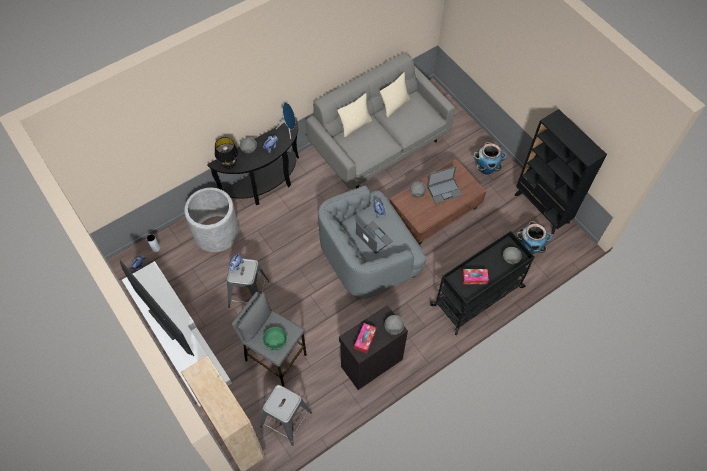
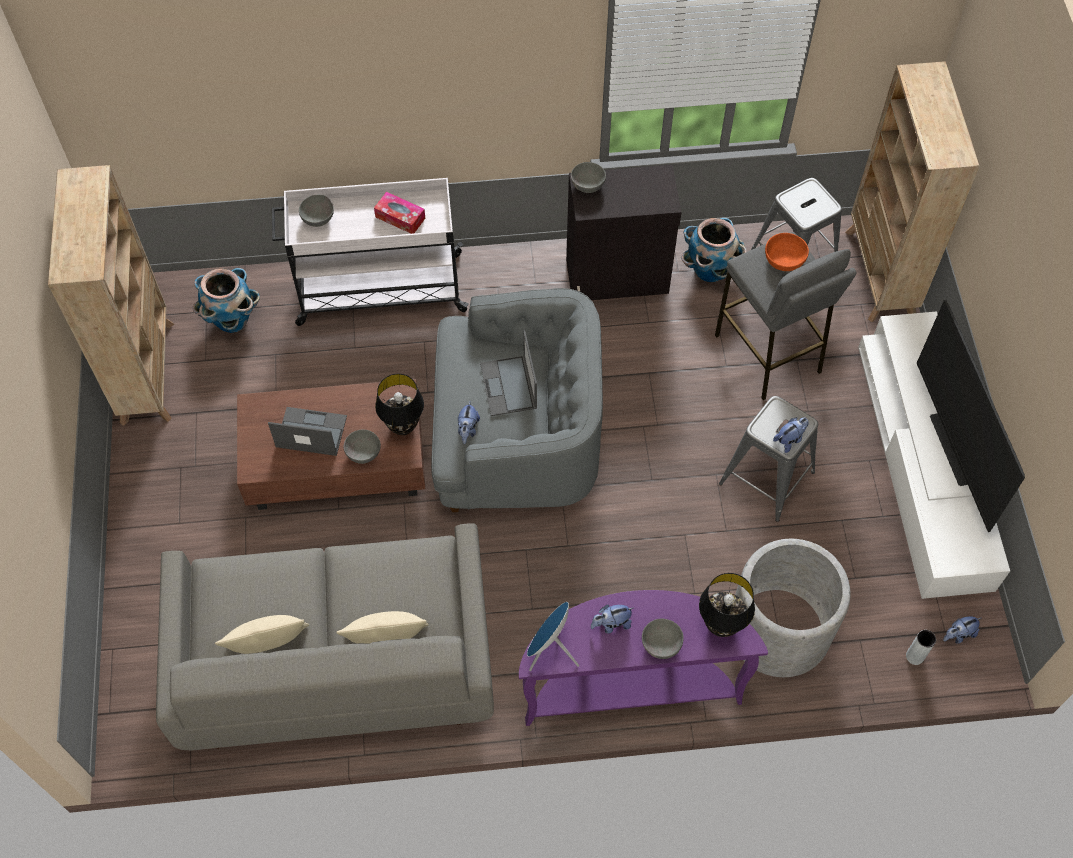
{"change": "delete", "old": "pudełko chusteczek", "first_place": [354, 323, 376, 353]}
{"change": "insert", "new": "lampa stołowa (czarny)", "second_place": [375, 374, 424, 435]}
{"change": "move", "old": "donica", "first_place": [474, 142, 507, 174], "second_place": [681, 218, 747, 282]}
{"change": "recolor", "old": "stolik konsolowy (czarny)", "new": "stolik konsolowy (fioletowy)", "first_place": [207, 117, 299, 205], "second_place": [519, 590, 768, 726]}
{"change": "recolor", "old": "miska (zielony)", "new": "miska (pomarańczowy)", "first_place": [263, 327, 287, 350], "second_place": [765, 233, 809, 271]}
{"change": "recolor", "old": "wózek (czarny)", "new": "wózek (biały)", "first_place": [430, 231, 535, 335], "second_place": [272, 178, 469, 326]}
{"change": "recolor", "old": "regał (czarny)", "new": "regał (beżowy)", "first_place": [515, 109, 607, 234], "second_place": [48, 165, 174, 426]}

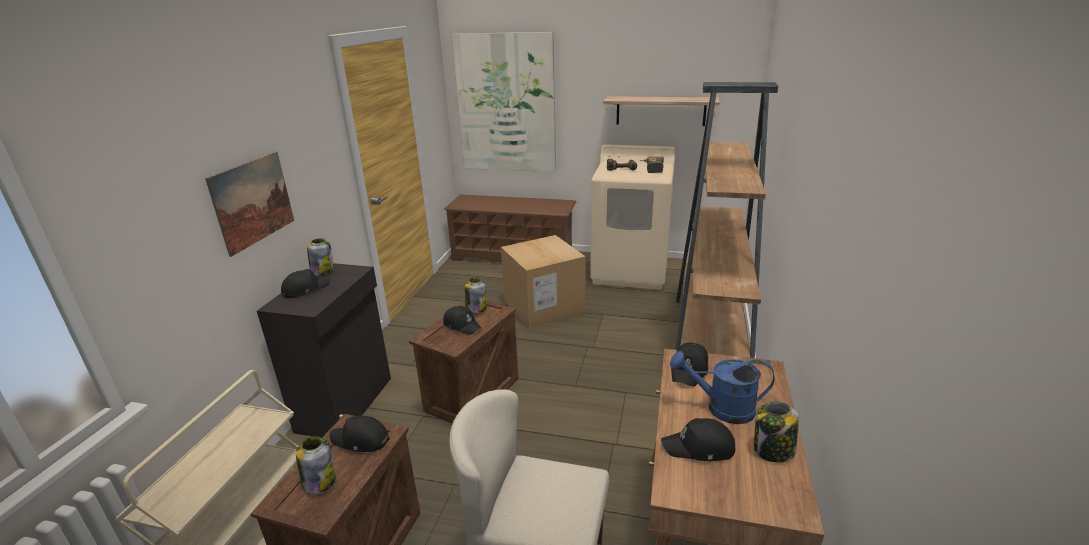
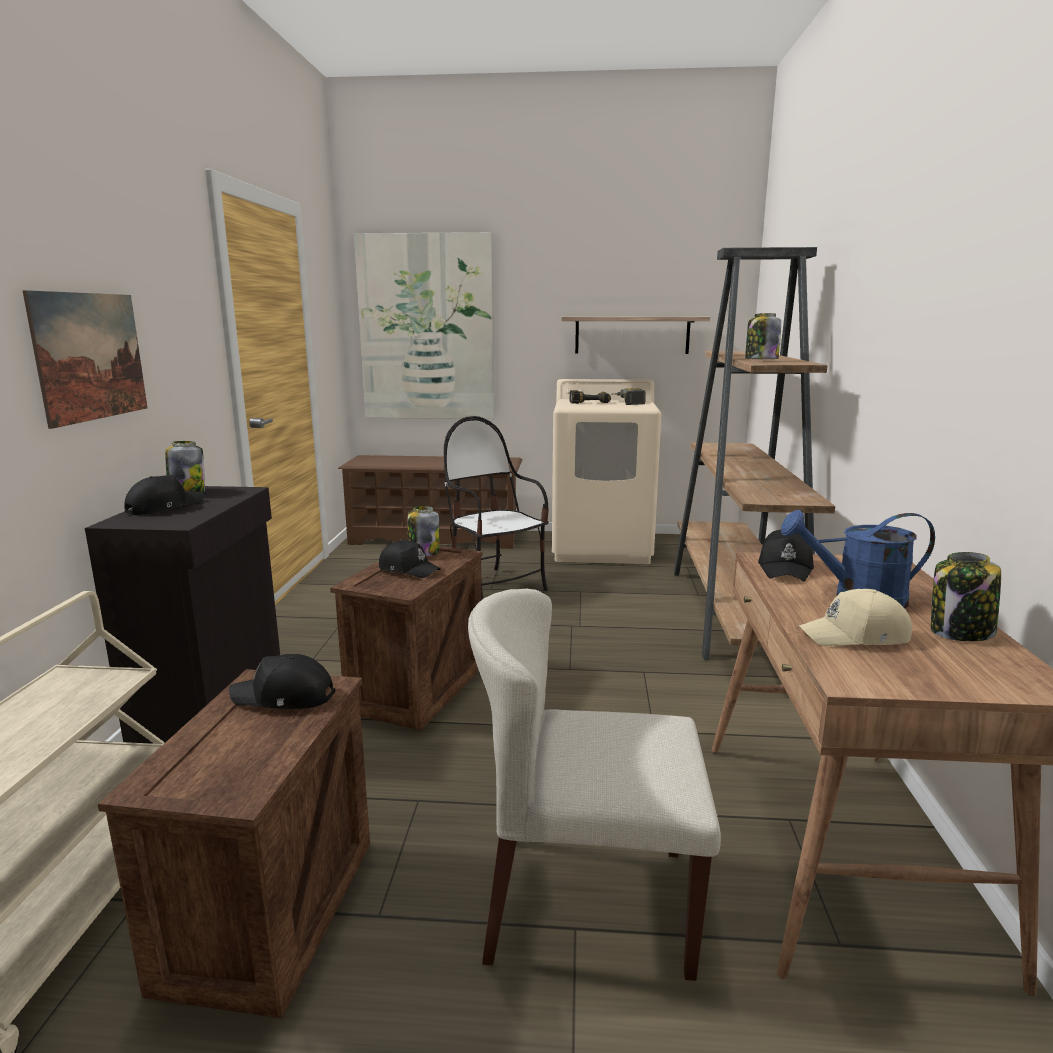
{"change": "move", "old": "słoik", "first_place": [296, 436, 336, 494], "second_place": [745, 313, 781, 359]}
{"change": "replace", "old": "karton", "new": "krzesło", "first_place": [501, 235, 585, 328], "second_place": [444, 416, 549, 599]}
{"change": "recolor", "old": "czapka z daszkiem (czarny)", "new": "czapka z daszkiem (beżowy)", "first_place": [661, 418, 735, 461], "second_place": [798, 589, 912, 646]}

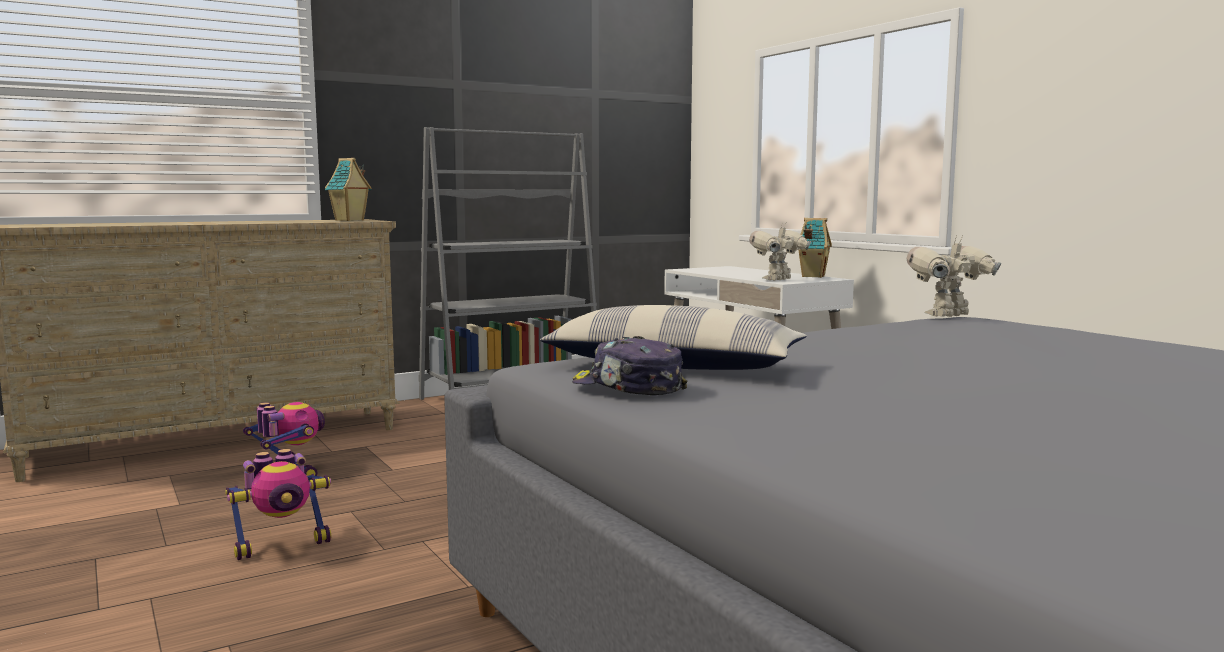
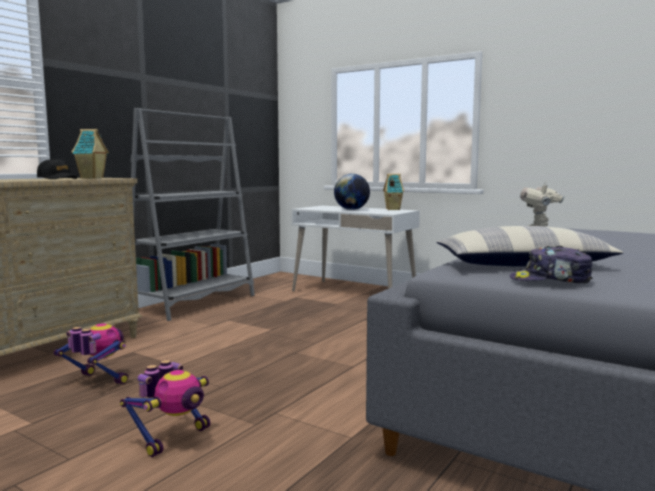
{"change": "delete", "old": "robot zabawkowy", "first_place": [749, 222, 811, 280]}
{"change": "insert", "new": "czapka z daszkiem (czarny)", "second_place": [37, 158, 77, 179]}
{"change": "insert", "new": "globus", "second_place": [334, 174, 370, 210]}

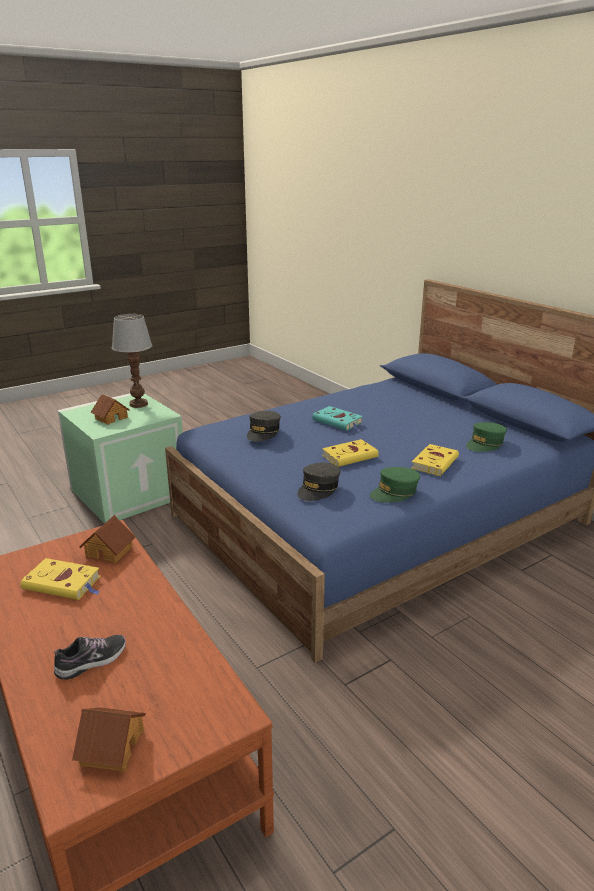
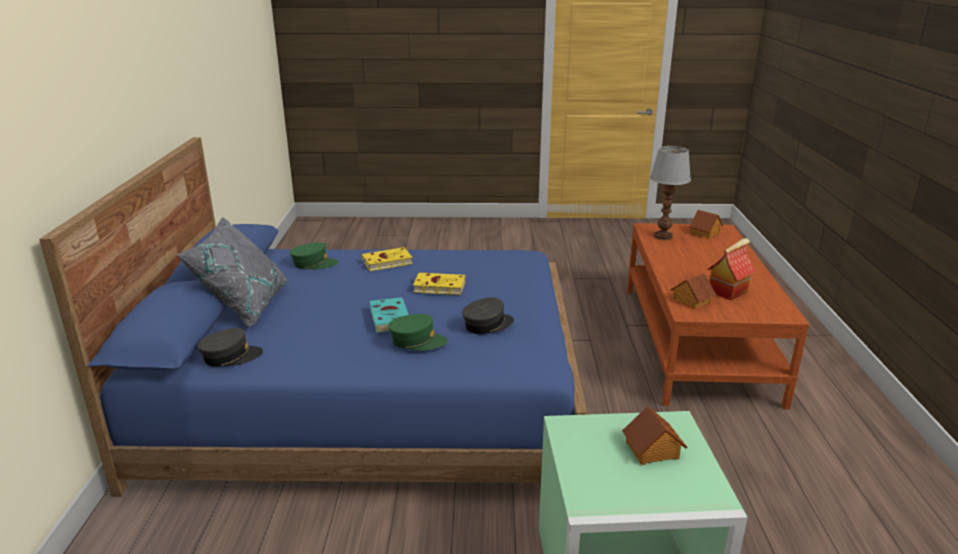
{"change": "delete", "old": "but", "first_place": [54, 635, 126, 680]}
{"change": "insert", "new": "poduszka (szary)", "second_place": [176, 217, 287, 328]}
{"change": "move", "old": "lampa stołowa", "first_place": [112, 314, 153, 408], "second_place": [650, 146, 691, 240]}
{"change": "move", "old": "czapka z daszkiem (szary)", "first_place": [297, 463, 341, 501], "second_place": [197, 328, 263, 367]}
{"change": "move", "old": "czapka z daszkiem (zielony)", "first_place": [370, 467, 420, 502], "second_place": [388, 314, 448, 351]}
{"change": "replace", "old": "książka (żółty)", "new": "domek", "first_place": [21, 558, 101, 600], "second_place": [707, 238, 756, 300]}

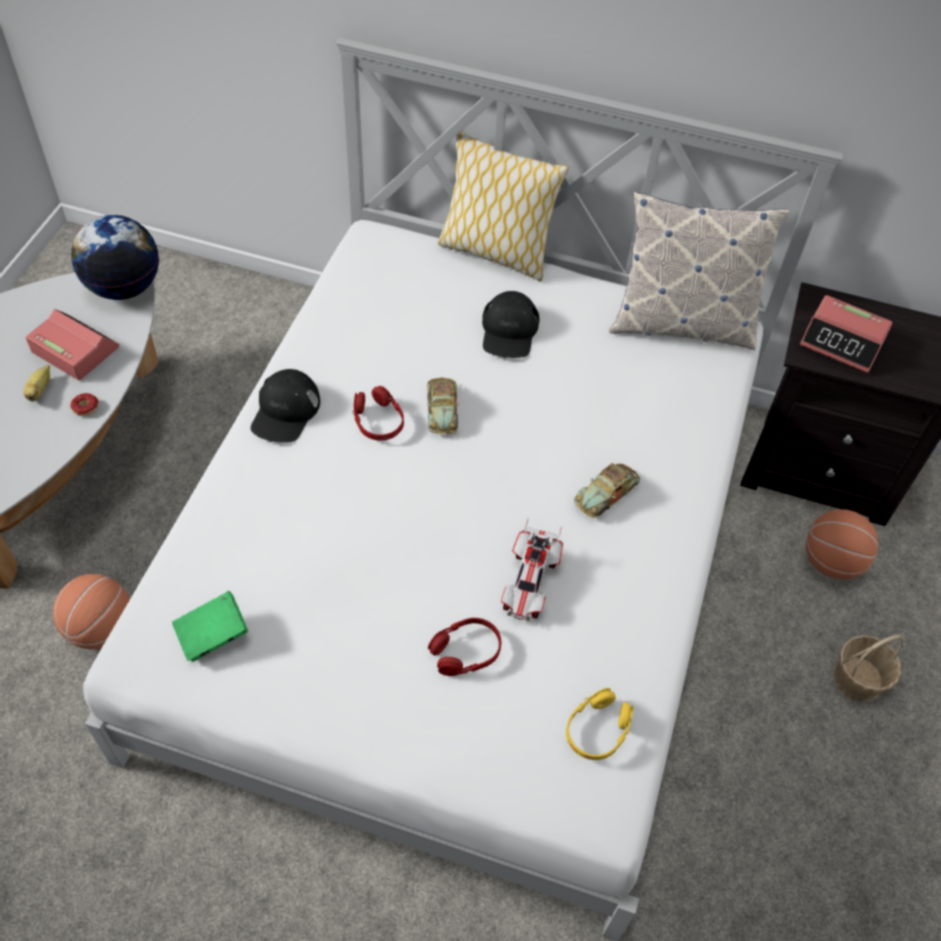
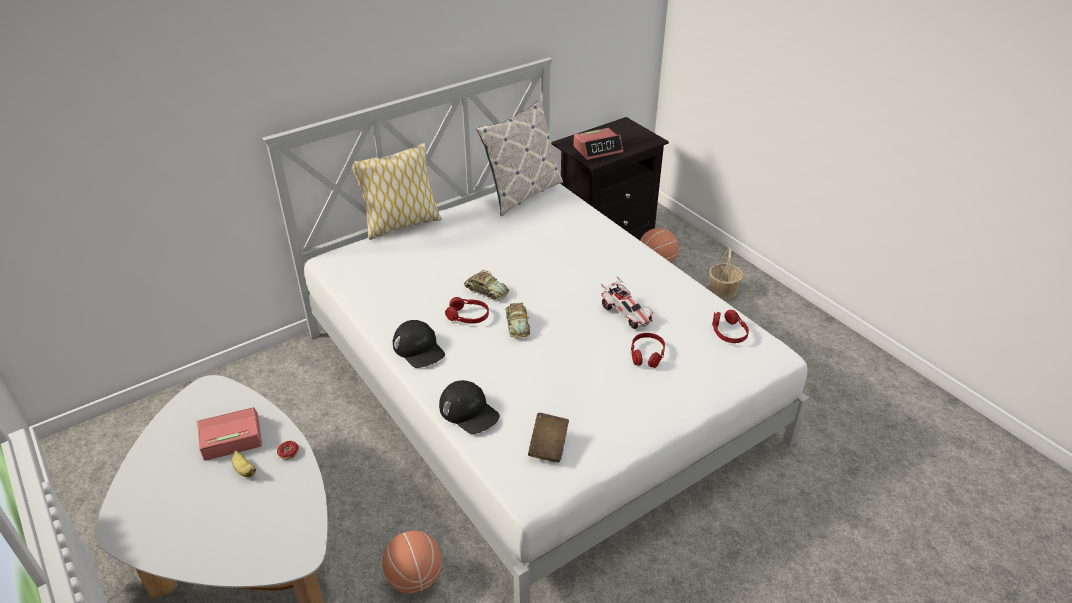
{"change": "delete", "old": "globus", "first_place": [71, 215, 159, 300]}
{"change": "move", "old": "czapka z daszkiem (czarny)", "first_place": [482, 291, 540, 358], "second_place": [439, 380, 500, 434]}
{"change": "move", "old": "samochodzik", "first_place": [574, 463, 640, 518], "second_place": [506, 303, 530, 337]}
{"change": "recolor", "old": "książka (zielony)", "new": "książka (brązowy)", "first_place": [172, 591, 248, 662], "second_place": [528, 413, 569, 463]}
{"change": "recolor", "old": "słuchawki (żółty)", "new": "słuchawki (czerwony)", "first_place": [566, 688, 634, 760], "second_place": [712, 310, 749, 343]}

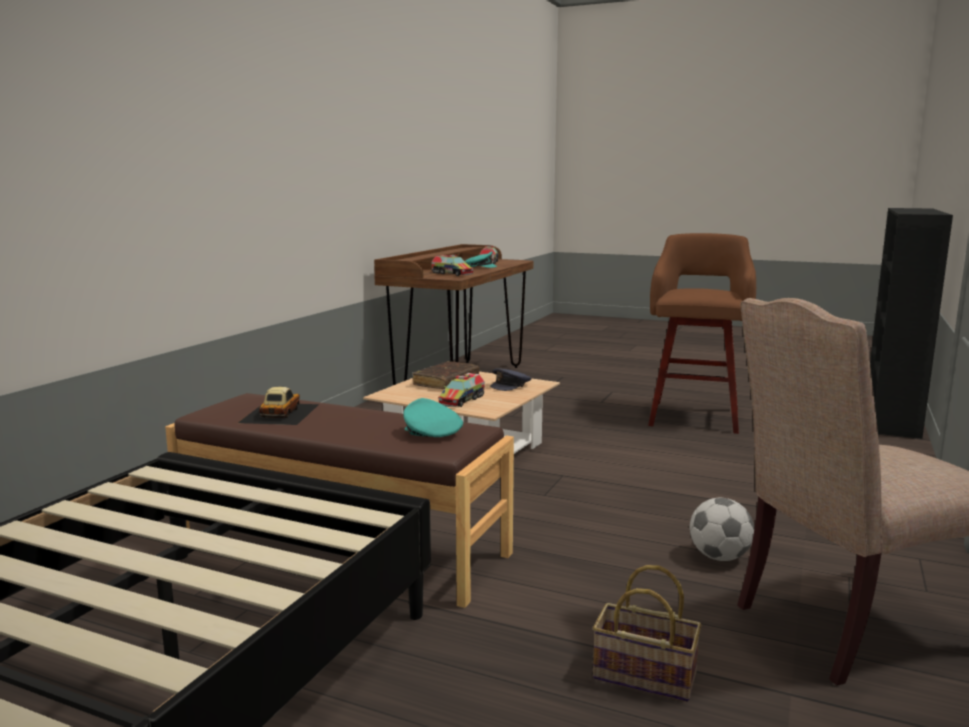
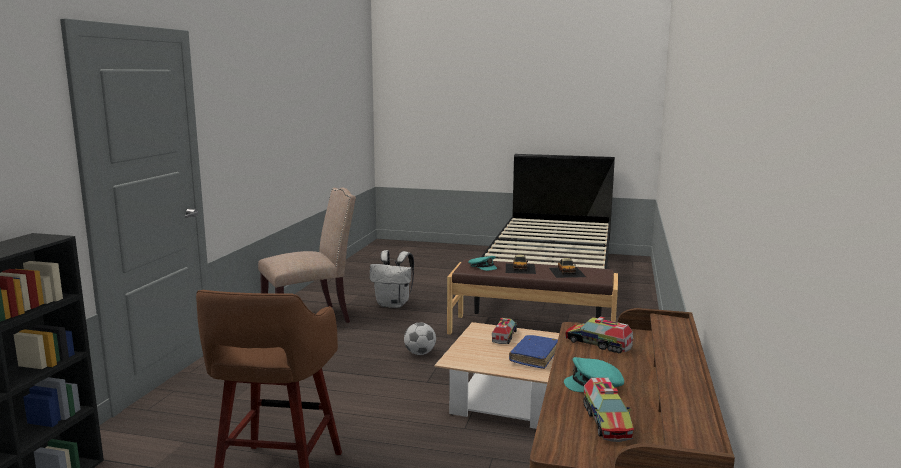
{"change": "delete", "old": "czapka z daszkiem (szary)", "first_place": [490, 368, 532, 391]}
{"change": "insert", "new": "samochodzik", "second_place": [506, 255, 536, 274]}
{"change": "move", "old": "piłka futbolowa", "first_place": [690, 498, 754, 561], "second_place": [404, 323, 436, 355]}
{"change": "replace", "old": "koszyk", "new": "plecak (biały)", "first_place": [593, 565, 702, 702], "second_place": [370, 250, 414, 308]}
{"change": "recolor", "old": "książka (brązowy)", "new": "książka (niebieski)", "first_place": [413, 361, 479, 389], "second_place": [509, 335, 558, 369]}

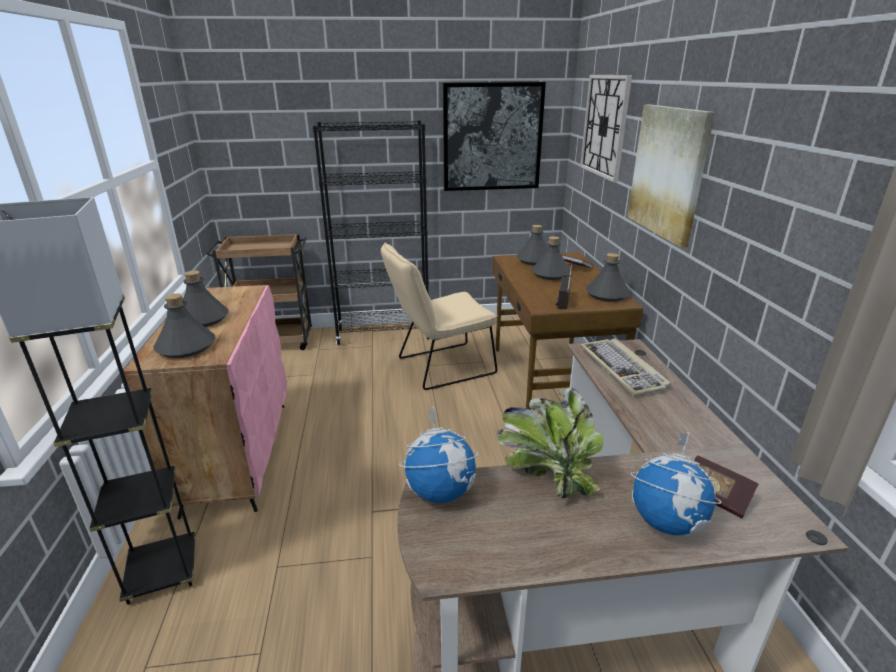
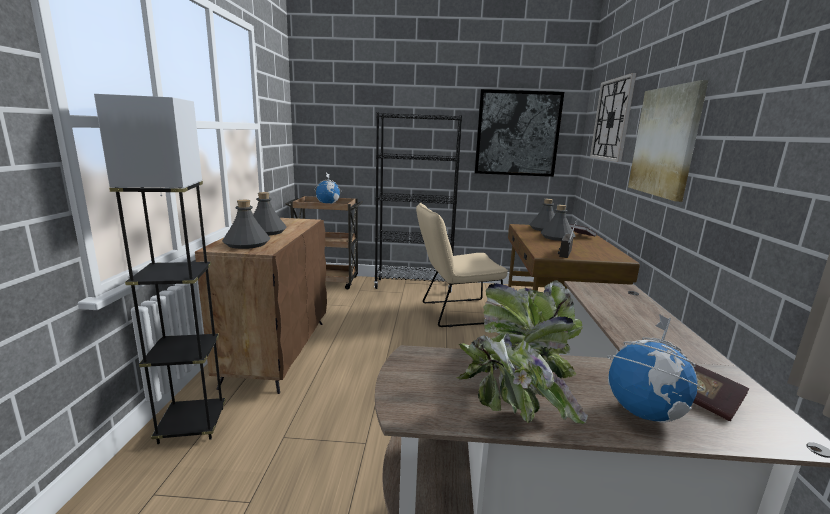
{"change": "delete", "old": "klawiatura", "first_place": [580, 338, 671, 396]}
{"change": "delete", "old": "butelka (szary)", "first_place": [586, 253, 630, 302]}
{"change": "insert", "new": "roślina doniczkowa", "second_place": [456, 316, 588, 424]}
{"change": "move", "old": "globus", "first_place": [399, 406, 478, 503], "second_place": [314, 173, 341, 203]}
{"change": "recolor", "old": "szafka (różowy)", "new": "szafka (brązowy)", "first_place": [123, 285, 287, 519], "second_place": [195, 218, 327, 394]}

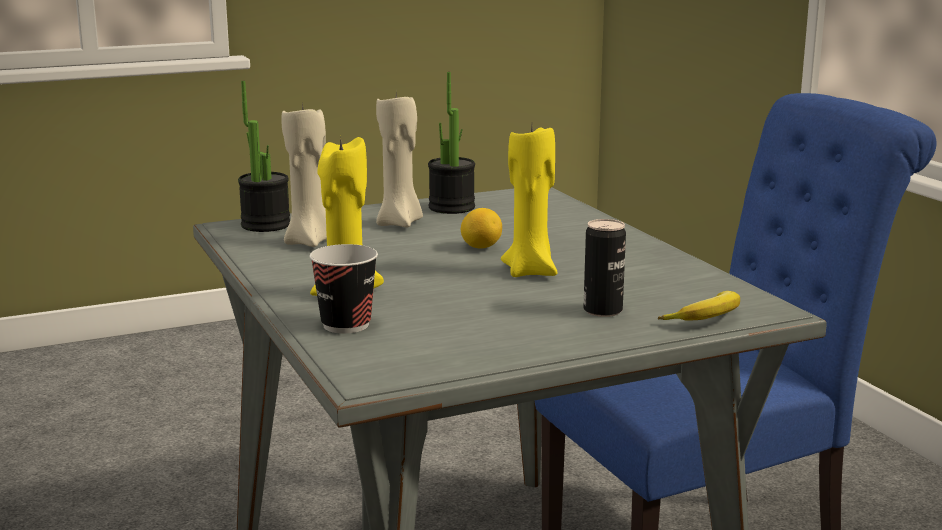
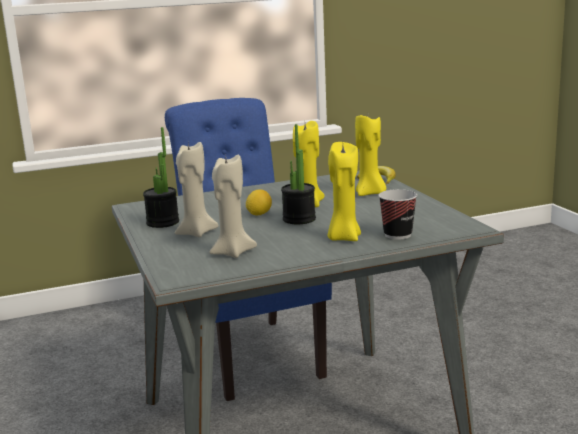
{"change": "move", "old": "roślina doniczkowa", "first_place": [238, 81, 290, 232], "second_place": [281, 124, 316, 224]}
{"change": "replace", "old": "puszka", "new": "świeca (żółty)", "first_place": [583, 219, 626, 317], "second_place": [355, 115, 386, 196]}

